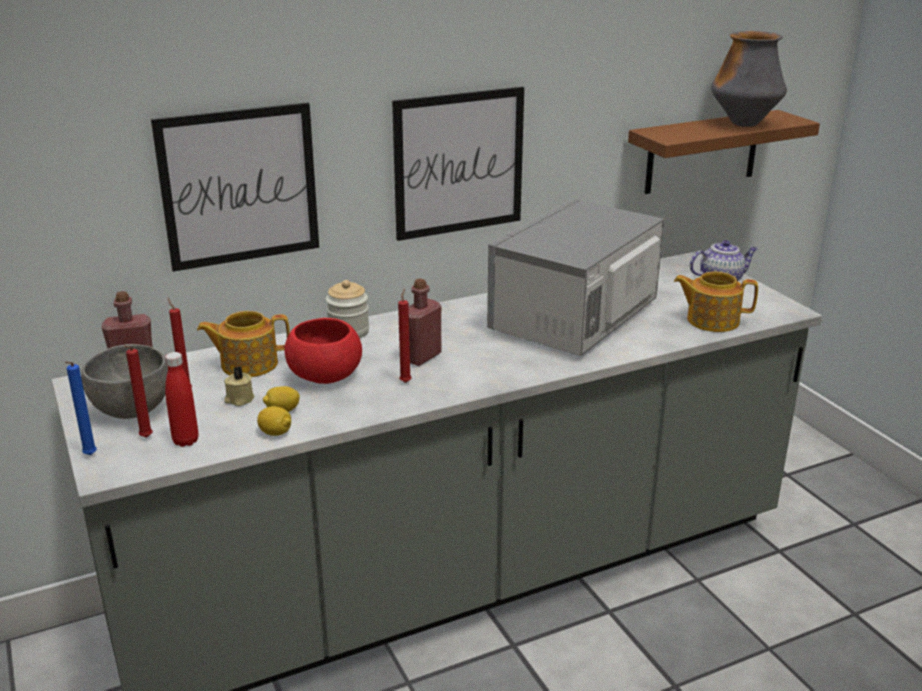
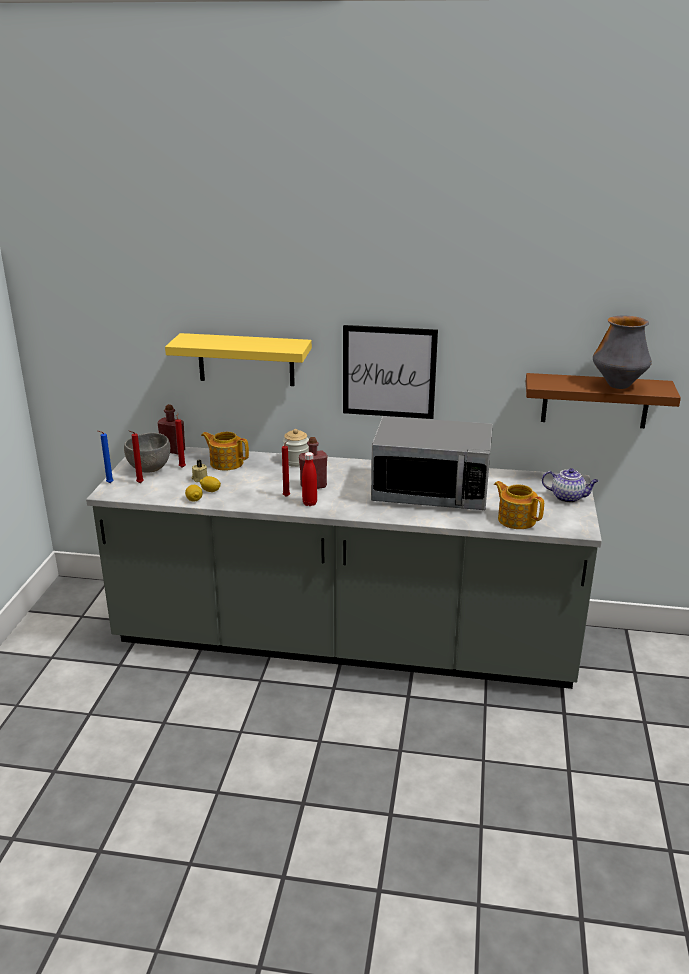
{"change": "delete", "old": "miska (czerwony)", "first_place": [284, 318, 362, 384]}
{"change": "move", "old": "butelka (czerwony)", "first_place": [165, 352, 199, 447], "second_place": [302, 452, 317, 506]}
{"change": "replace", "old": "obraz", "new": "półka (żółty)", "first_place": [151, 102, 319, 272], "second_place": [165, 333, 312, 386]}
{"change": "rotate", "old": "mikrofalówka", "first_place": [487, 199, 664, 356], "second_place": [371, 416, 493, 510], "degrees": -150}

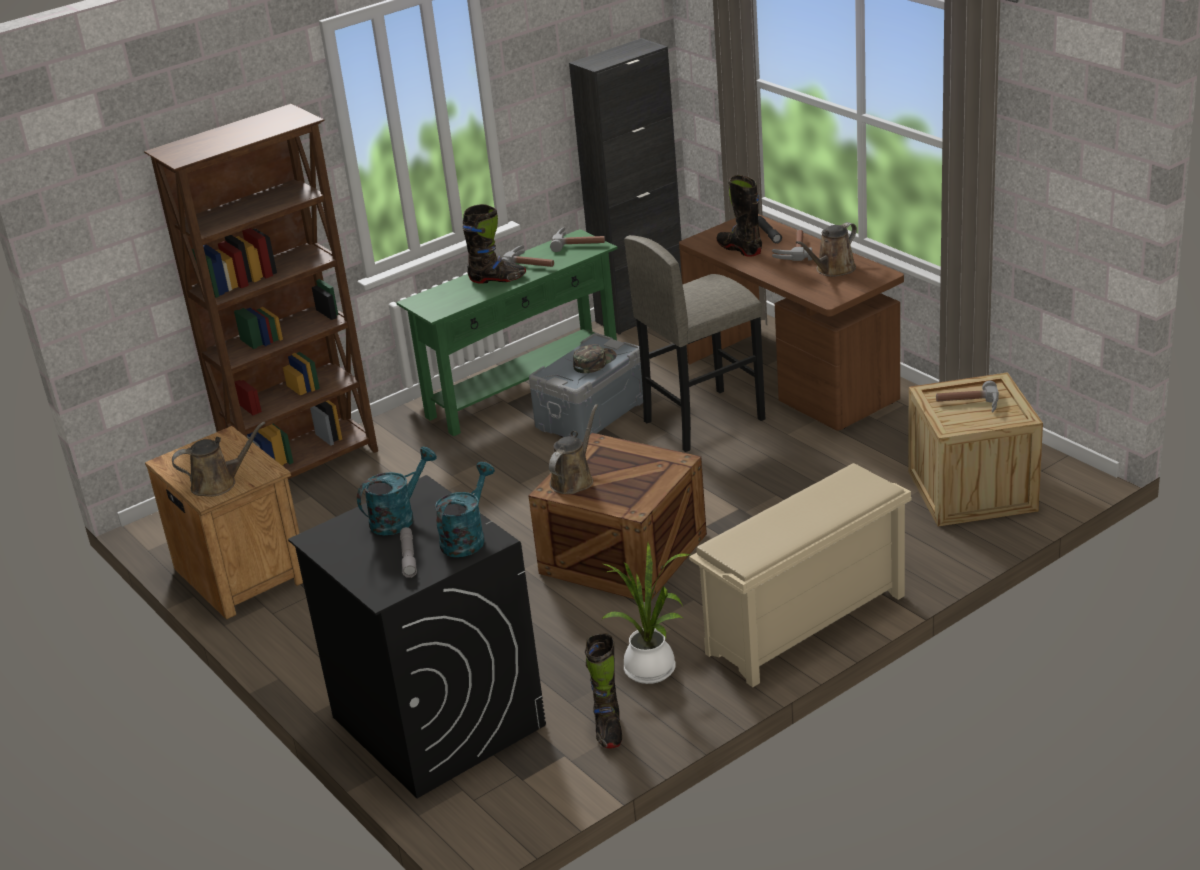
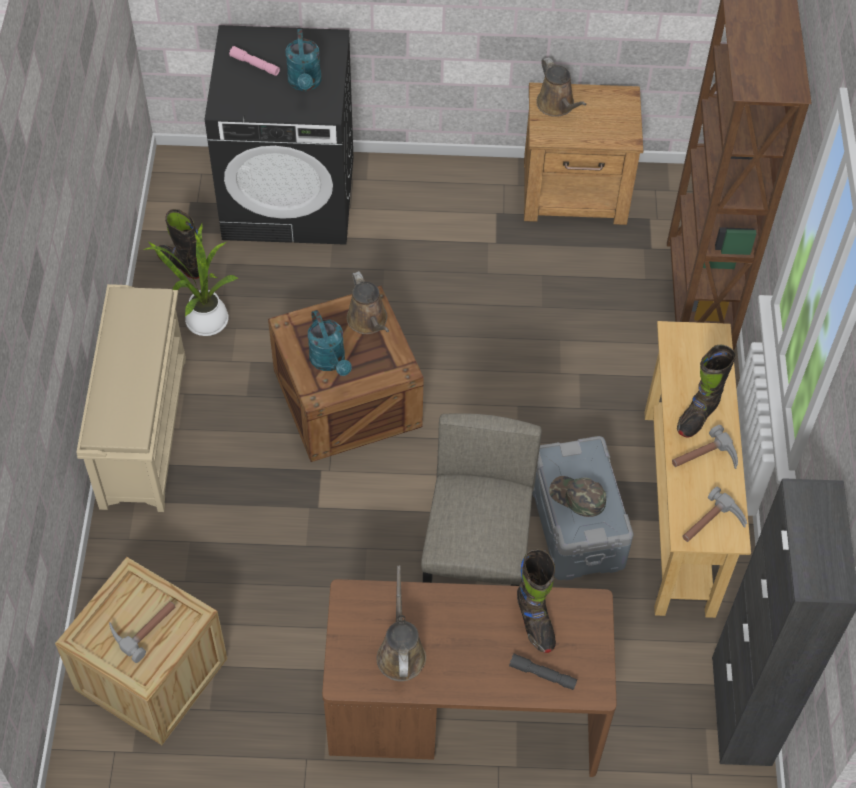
{"change": "delete", "old": "młotek", "first_place": [772, 230, 812, 261]}
{"change": "move", "old": "konewka (turkusowy)", "first_place": [435, 462, 495, 557], "second_place": [308, 310, 352, 376]}
{"change": "recolor", "old": "stolik konsolowy (zielony)", "new": "stolik konsolowy (beżowy)", "first_place": [396, 229, 618, 436], "second_place": [644, 321, 751, 618]}
{"change": "recolor", "old": "latarka (szary)", "new": "latarka (różowy)", "first_place": [400, 527, 417, 578], "second_place": [229, 46, 280, 76]}
{"change": "rotate", "old": "konewka (brązowy)", "first_place": [172, 422, 265, 497], "second_place": [536, 57, 587, 117], "degrees": -45}
{"change": "rotate", "old": "czapka z daszkiem (zielony)", "first_place": [573, 344, 617, 373], "second_place": [549, 476, 606, 517], "degrees": 135}
{"change": "rotate", "old": "but z cholewką (czarny)", "first_place": [716, 175, 762, 257], "second_place": [517, 549, 556, 653], "degrees": 75}

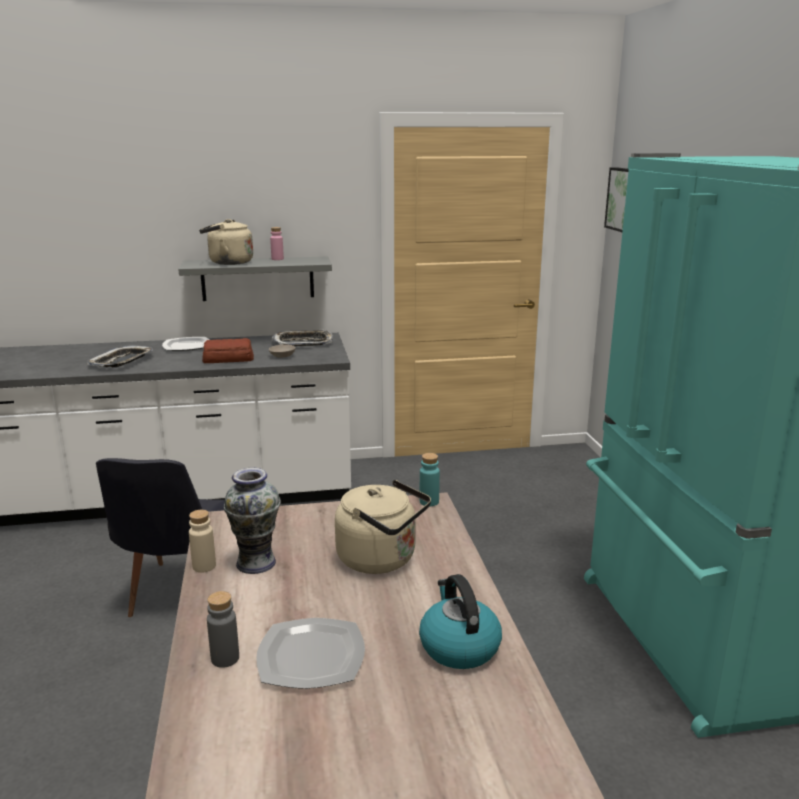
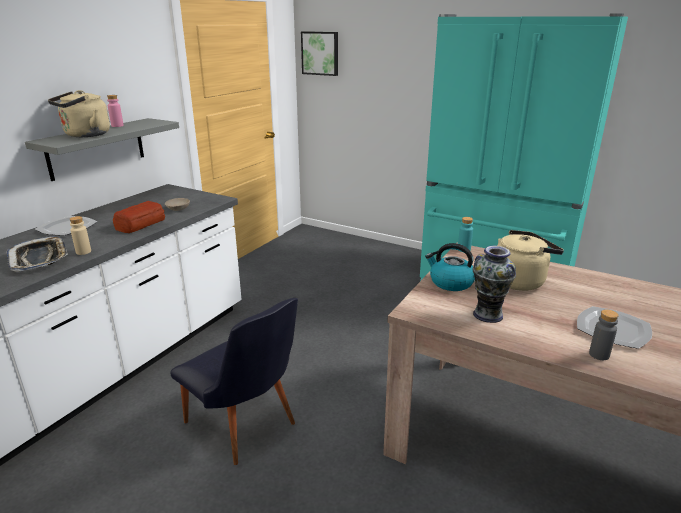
{"change": "delete", "old": "taca", "first_place": [272, 330, 333, 346]}
{"change": "move", "old": "butelka (beżowy)", "first_place": [189, 510, 216, 573], "second_place": [69, 216, 91, 255]}
{"change": "move", "old": "czajnik", "first_place": [419, 574, 502, 669], "second_place": [425, 243, 475, 291]}

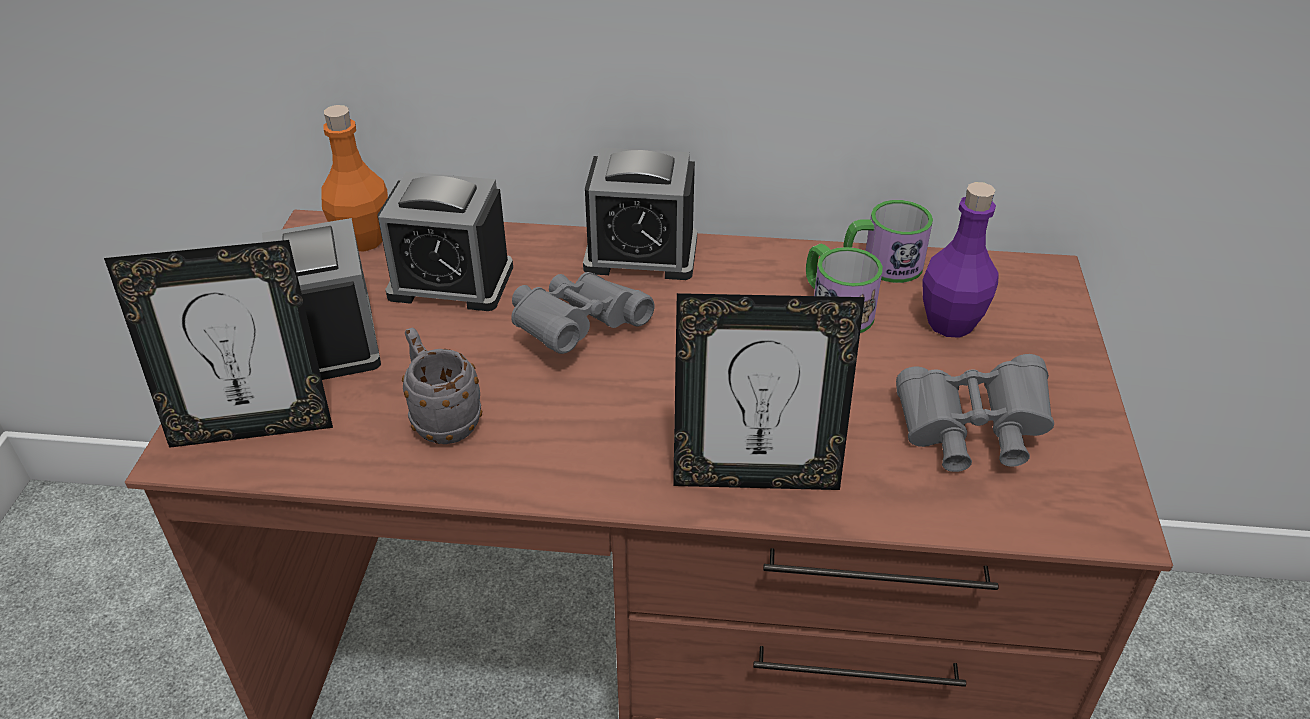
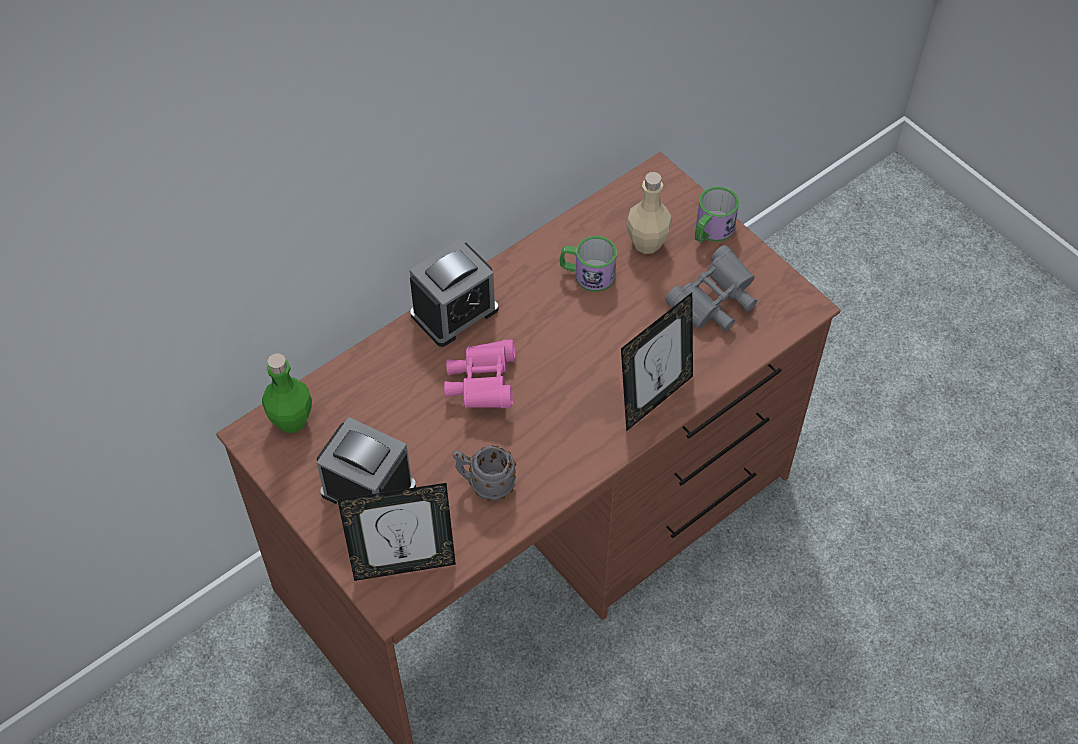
{"change": "delete", "old": "budzik", "first_place": [377, 172, 513, 311]}
{"change": "move", "old": "kubek", "first_place": [843, 200, 933, 283], "second_place": [695, 186, 739, 243]}
{"change": "recolor", "old": "butelka (pomarańczowy)", "new": "butelka (zielony)", "first_place": [321, 105, 388, 252], "second_place": [262, 353, 312, 433]}
{"change": "recolor", "old": "lornetka (szary)", "new": "lornetka (różowy)", "first_place": [511, 272, 654, 354], "second_place": [444, 340, 515, 408]}
{"change": "recolor", "old": "butelka (fioletowy)", "new": "butelka (beżowy)", "first_place": [922, 182, 999, 338], "second_place": [626, 172, 672, 254]}
{"change": "rotate", "old": "ramka na zdjęcie", "first_place": [104, 240, 333, 448], "second_place": [338, 483, 456, 581], "degrees": 45}

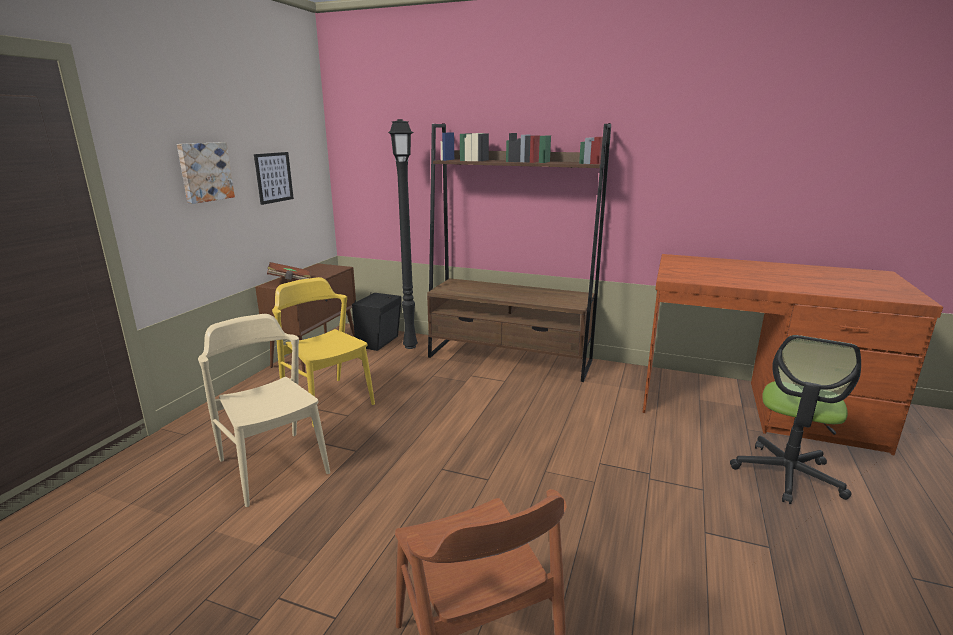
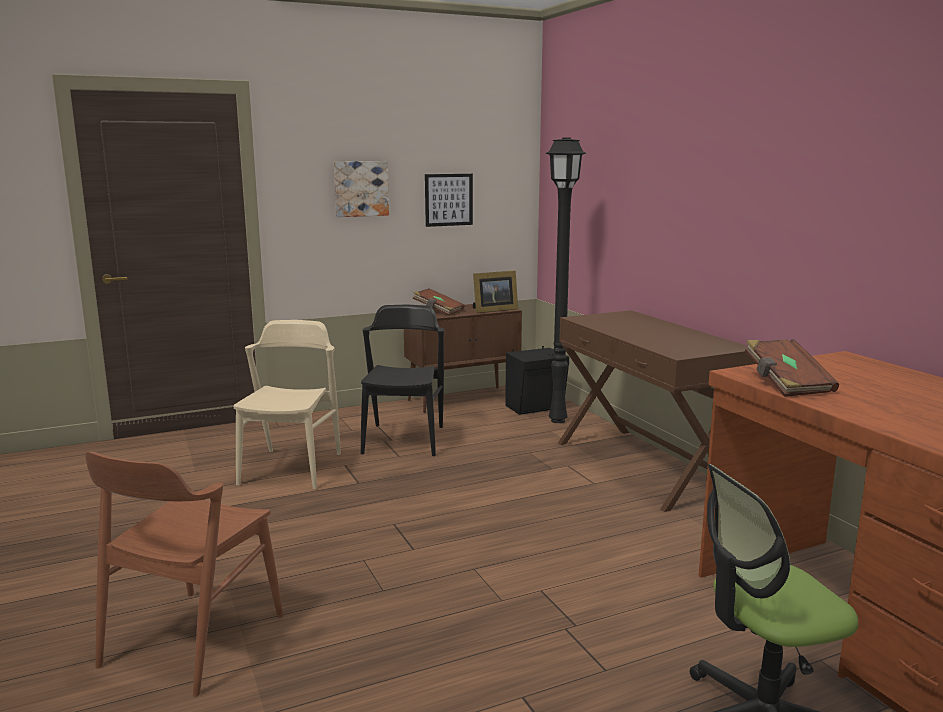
{"change": "insert", "new": "ramka na zdjęcie", "second_place": [473, 270, 518, 313]}
{"change": "insert", "new": "książka (brązowy)", "second_place": [745, 339, 839, 397]}
{"change": "replace", "old": "regał (brązowy)", "new": "stolik konsolowy (brązowy)", "first_place": [427, 123, 611, 382], "second_place": [558, 310, 756, 512]}
{"change": "recolor", "old": "krzesło (żółty)", "new": "krzesło (czarny)", "first_place": [272, 277, 375, 427], "second_place": [361, 305, 445, 456]}

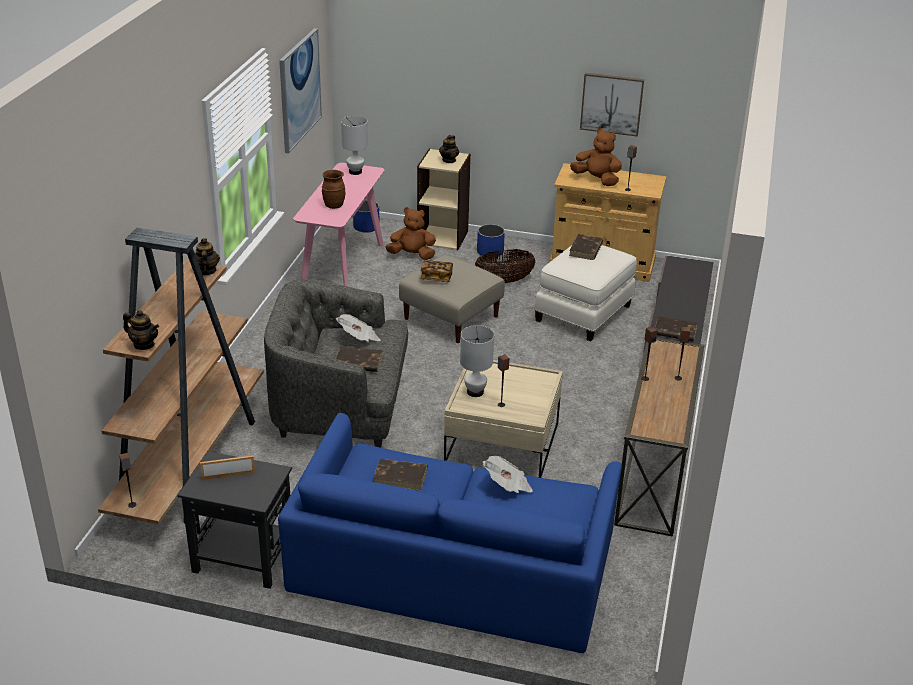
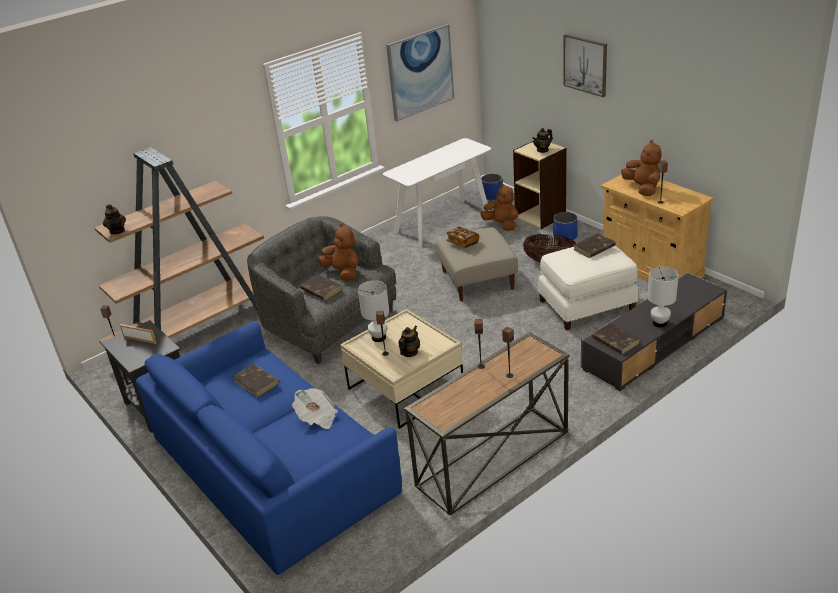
{"change": "delete", "old": "wazon (brązowy)", "first_place": [322, 170, 345, 209]}
{"change": "move", "old": "imbryk", "first_place": [195, 238, 220, 276], "second_place": [398, 326, 420, 357]}
{"change": "move", "old": "lampa stołowa (biały)", "first_place": [341, 116, 368, 175], "second_place": [648, 266, 679, 328]}
{"change": "move", "old": "obraz", "first_place": [580, 73, 644, 136], "second_place": [563, 34, 607, 97]}
{"change": "replace", "old": "gazeta", "new": "pluszak (brązowy)", "first_place": [336, 314, 381, 342], "second_place": [318, 224, 358, 281]}
{"change": "recolor", "old": "stolik konsolowy (różowy)", "new": "stolik konsolowy (biały)", "first_place": [293, 163, 384, 287], "second_place": [383, 138, 491, 247]}

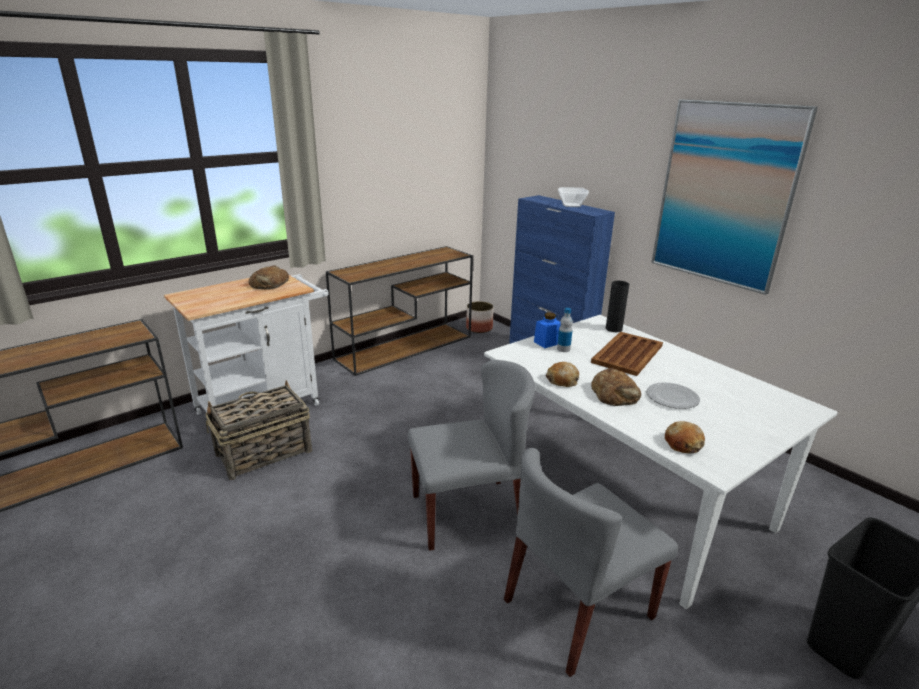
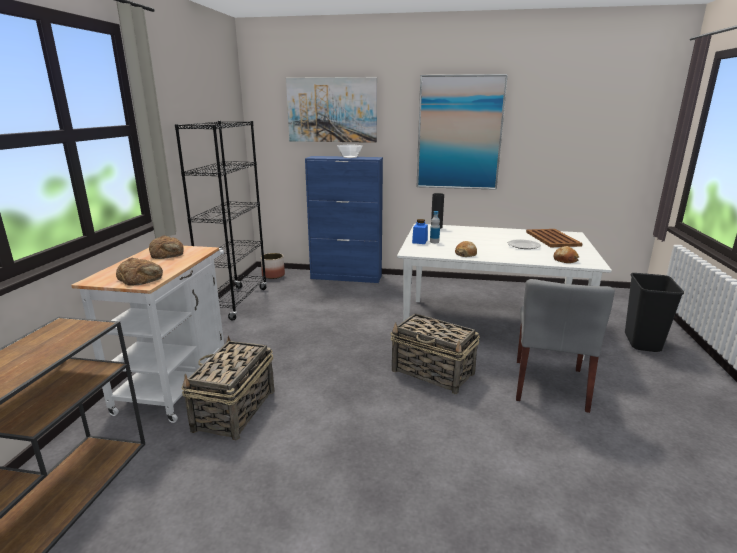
{"change": "insert", "new": "obraz", "second_place": [286, 77, 377, 143]}
{"change": "move", "old": "taca (brązowy)", "first_place": [591, 332, 663, 376], "second_place": [526, 229, 583, 247]}
{"change": "move", "old": "chleb", "first_place": [591, 368, 641, 406], "second_place": [116, 258, 163, 286]}
{"change": "replace", "old": "stolik konsolowy (brązowy)", "new": "regał (czarny)", "first_place": [326, 246, 473, 376], "second_place": [175, 121, 267, 321]}
{"change": "replace", "old": "krzesło (szary)", "new": "koszyk", "first_place": [408, 360, 535, 551], "second_place": [390, 313, 480, 394]}

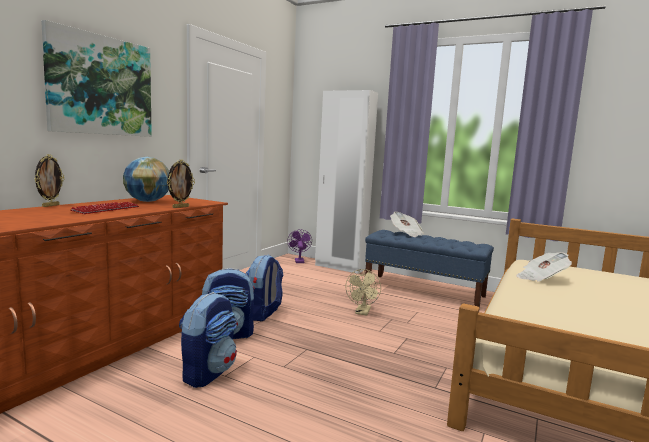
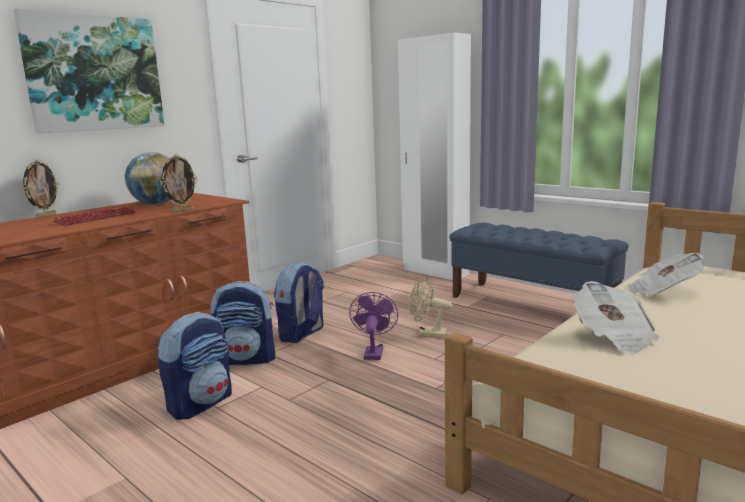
{"change": "move", "old": "wentylator (fioletowy)", "first_place": [287, 229, 312, 263], "second_place": [349, 292, 398, 360]}
{"change": "move", "old": "gazeta", "first_place": [390, 212, 424, 237], "second_place": [573, 281, 659, 355]}
{"change": "rotate", "old": "wentylator (beżowy)", "first_place": [346, 269, 381, 316], "second_place": [409, 277, 452, 338], "degrees": 75}

